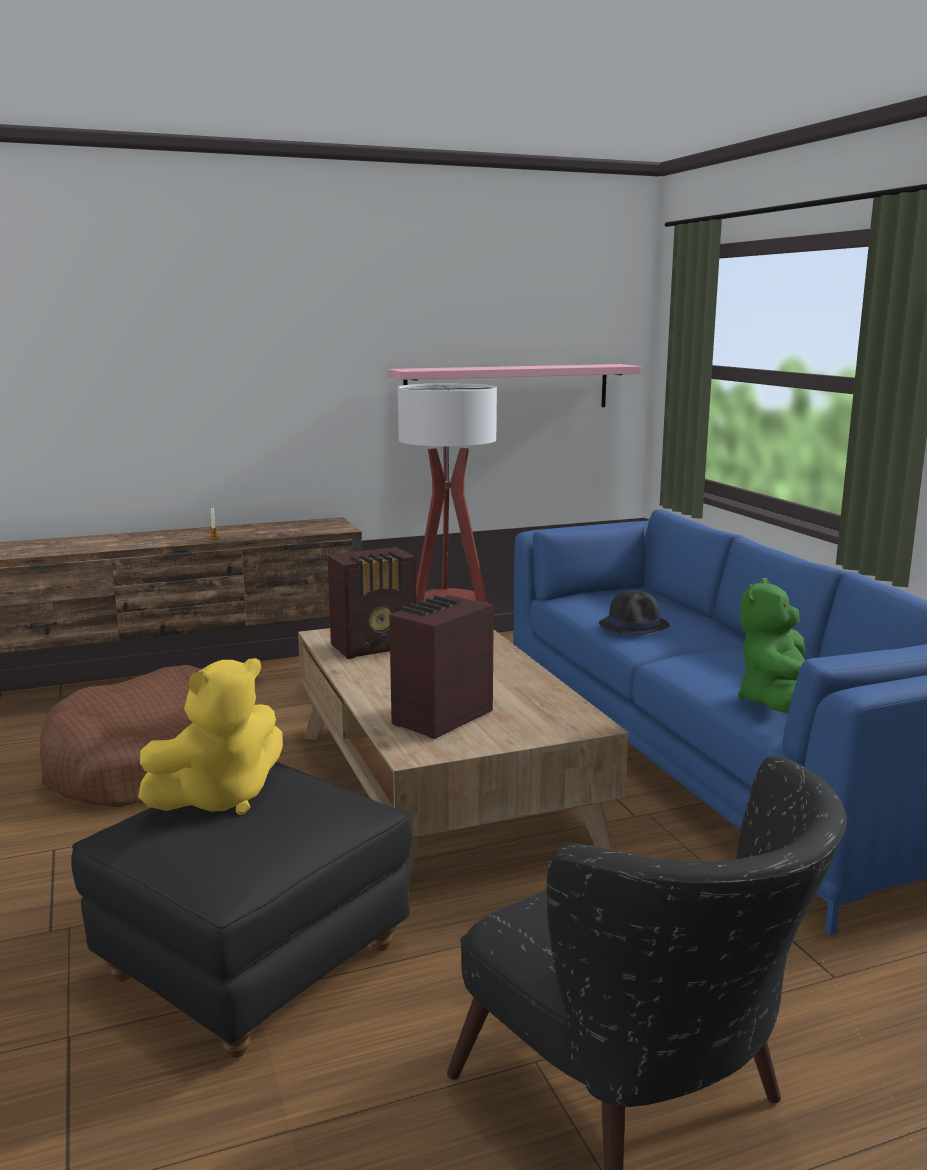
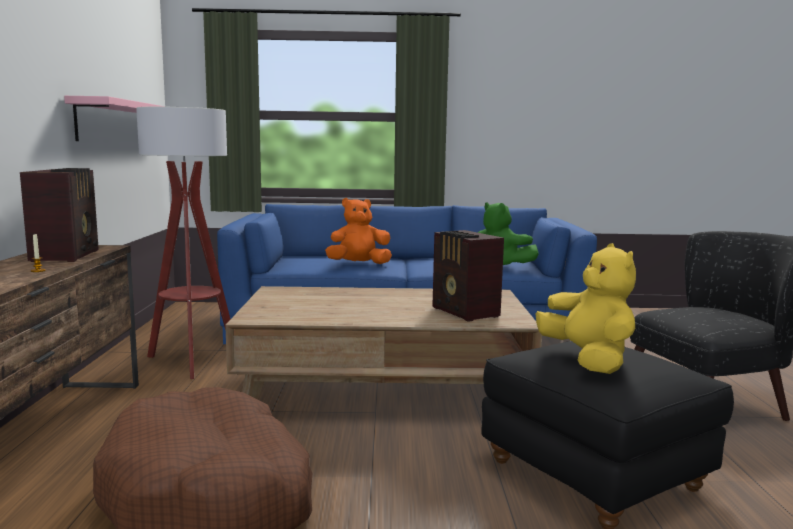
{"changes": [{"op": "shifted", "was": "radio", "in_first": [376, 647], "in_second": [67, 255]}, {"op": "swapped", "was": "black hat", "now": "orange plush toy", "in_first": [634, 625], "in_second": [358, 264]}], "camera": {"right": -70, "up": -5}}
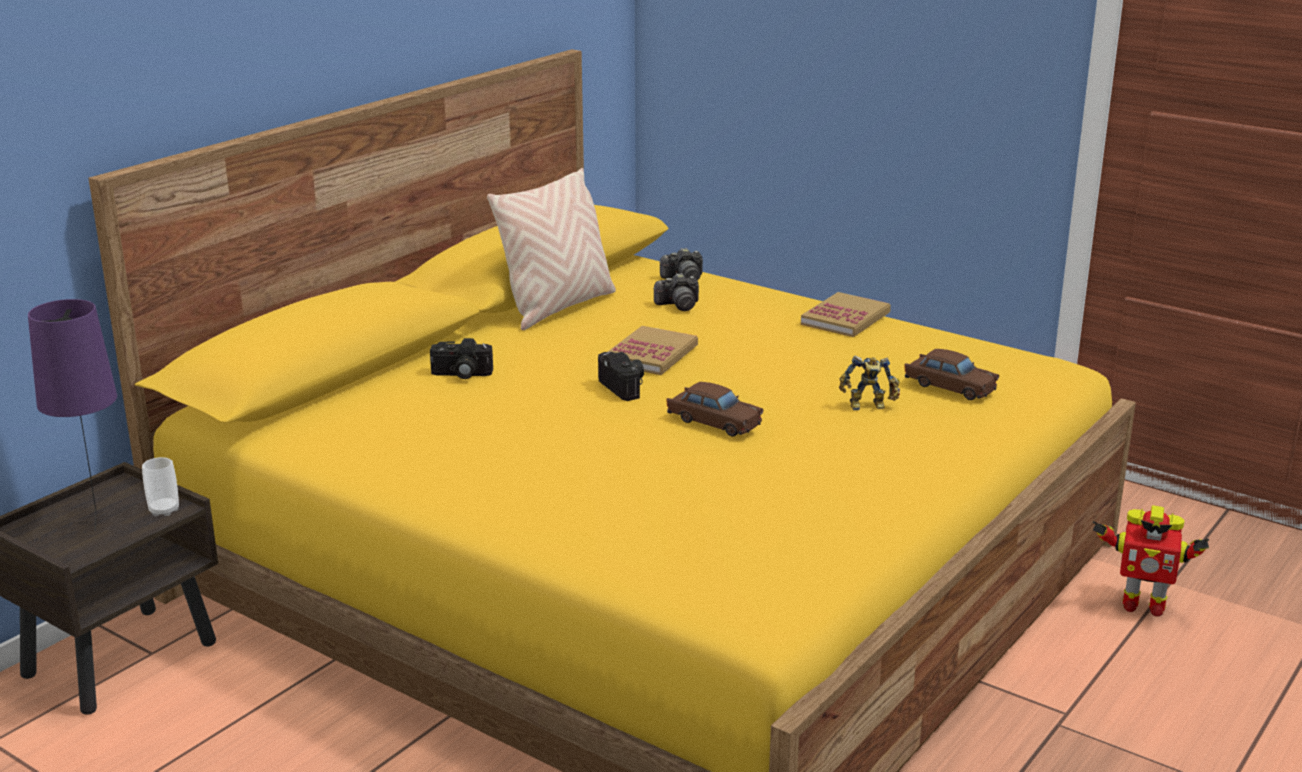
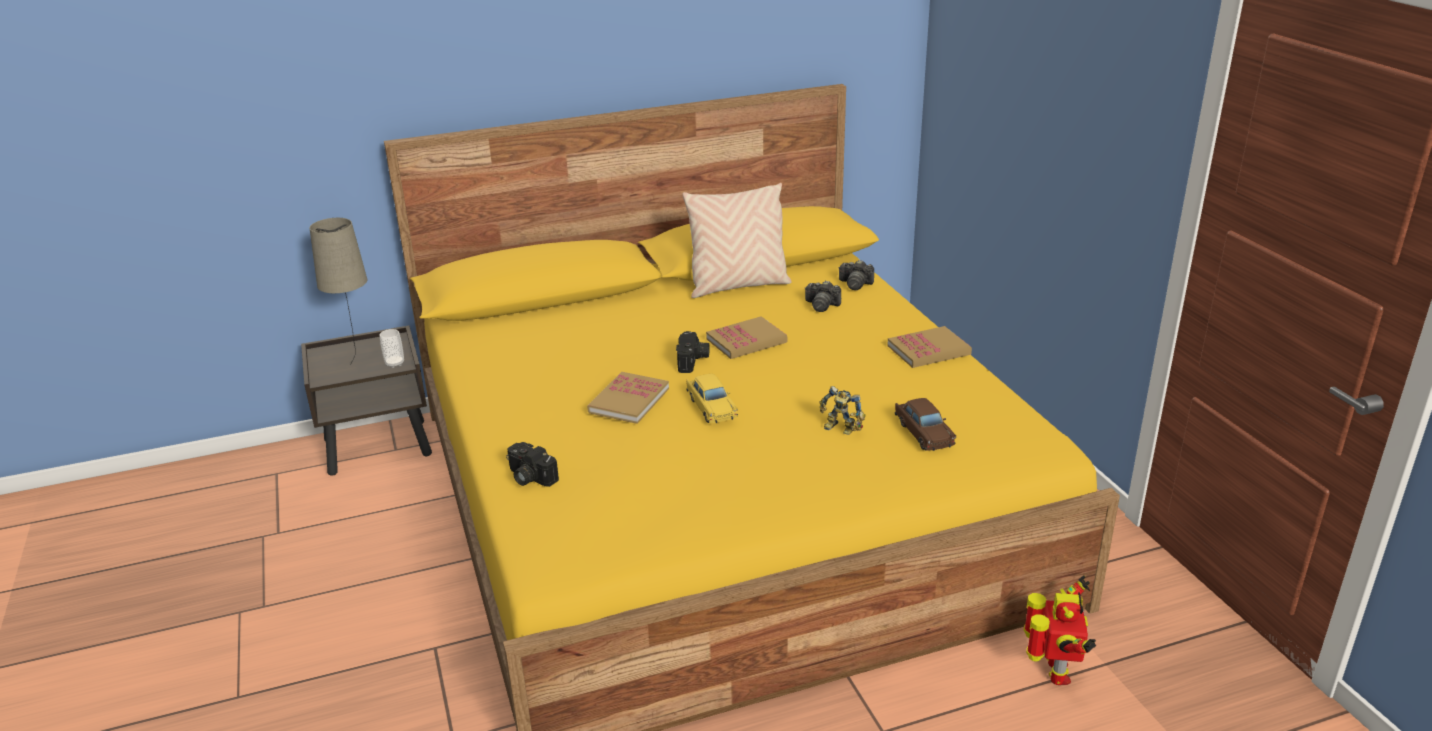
{"changes": [{"op": "repainted", "was": "purple table lamp", "now": "beige table lamp", "in_first": [97, 521], "in_second": [358, 359]}, {"op": "shifted", "was": "photo camera", "in_first": [461, 374], "in_second": [529, 477]}, {"op": "new", "now": "book", "in_second": [629, 400]}, {"op": "repainted", "was": "brown toy car", "now": "yellow toy car", "in_first": [714, 421], "in_second": [711, 407]}, {"op": "rotated", "was": "toy robot", "in_first": [1141, 605], "in_second": [1054, 673], "clockwise": -135}], "camera": {"right": 35, "up": 5}}
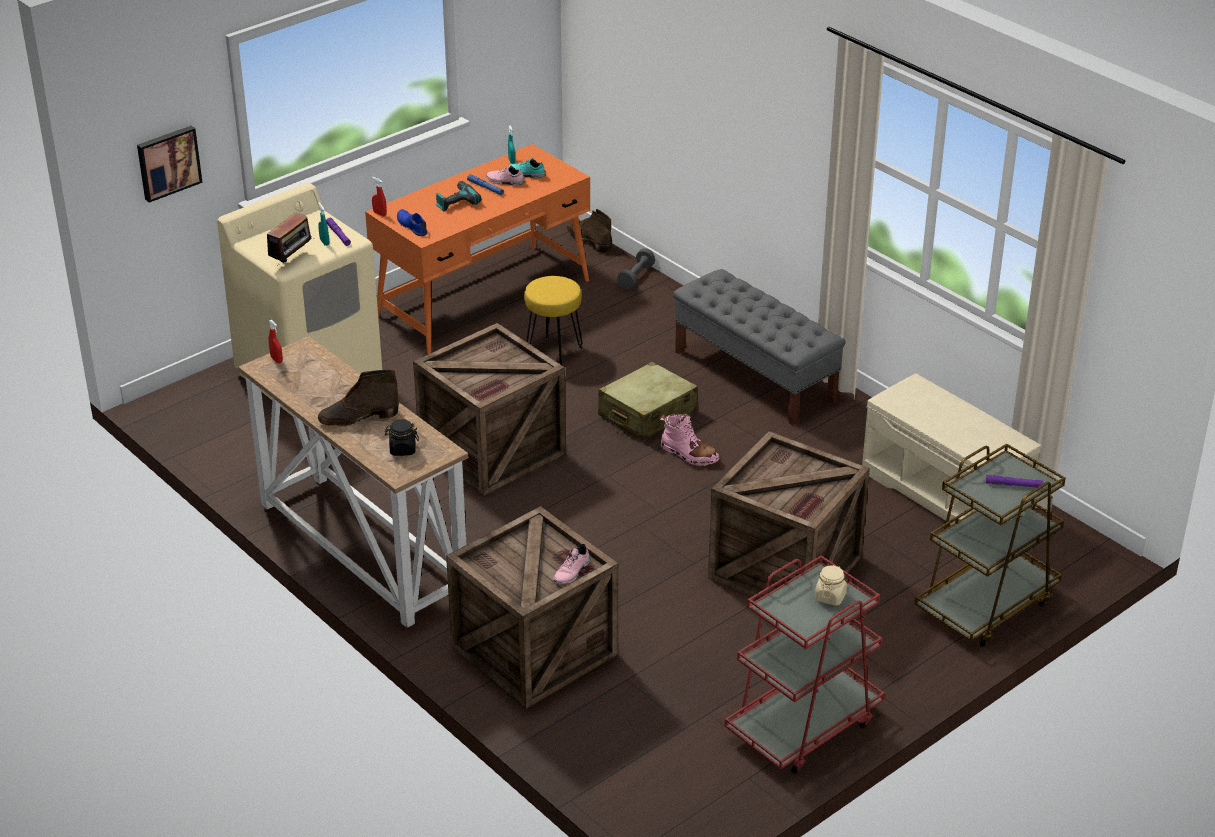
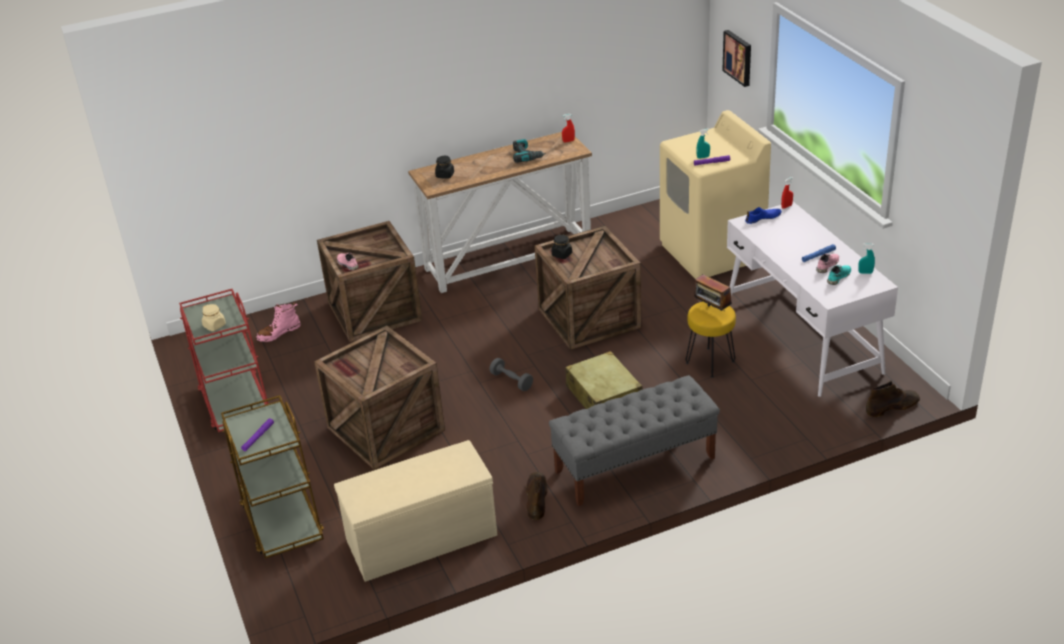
{"changes": [{"op": "shifted", "was": "pink boot", "in_first": [689, 454], "in_second": [279, 333]}, {"op": "shifted", "was": "grey dumbbell", "in_first": [636, 277], "in_second": [511, 381]}, {"op": "shifted", "was": "power drill", "in_first": [455, 201], "in_second": [526, 155]}, {"op": "shifted", "was": "brown boot", "in_first": [358, 417], "in_second": [536, 498]}, {"op": "new", "now": "black jar", "in_second": [562, 254]}, {"op": "shifted", "was": "radio", "in_first": [292, 259], "in_second": [712, 310]}, {"op": "repainted", "was": "orange desk", "now": "white desk", "in_first": [484, 298], "in_second": [802, 337]}], "camera": {"right": 110, "up": 0}}
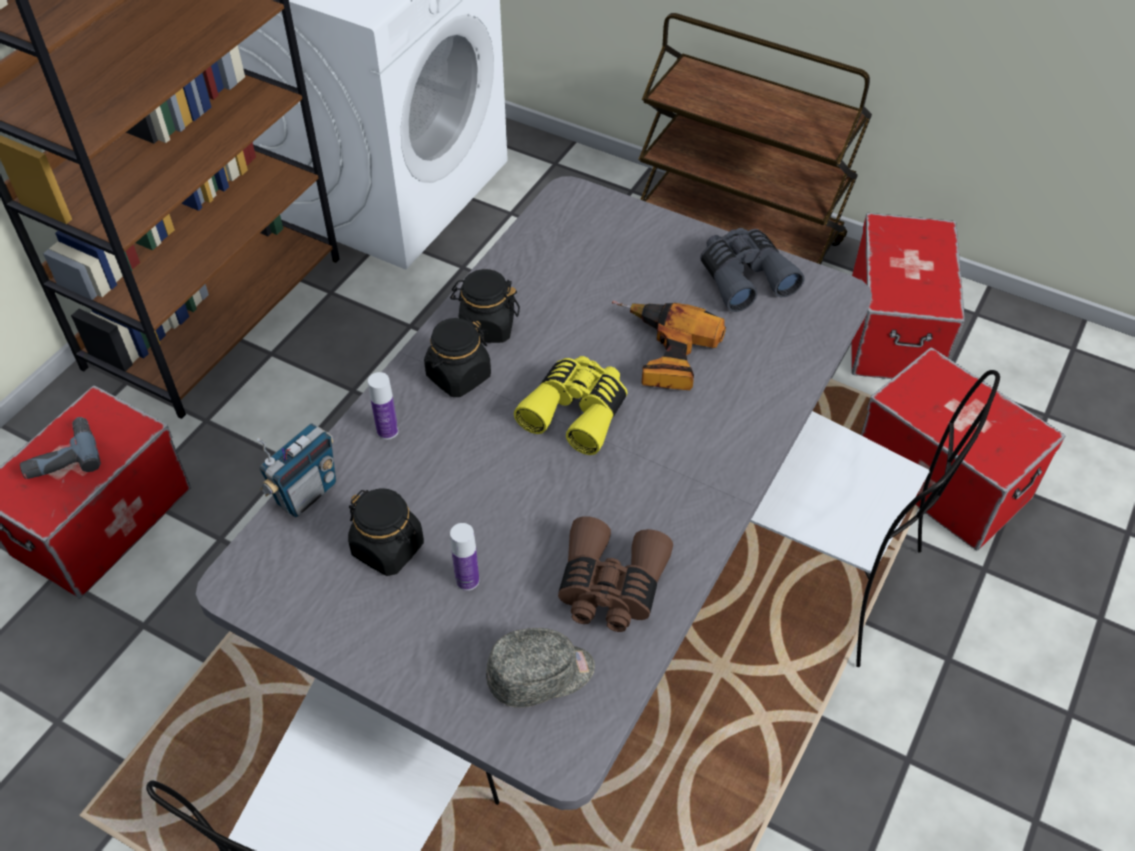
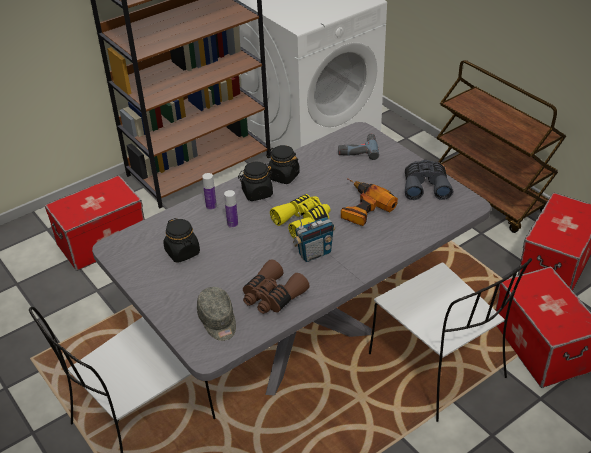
{"changes": [{"op": "rotated", "was": "grey cap", "in_first": [541, 675], "in_second": [218, 321], "clockwise": 60}, {"op": "shifted", "was": "bottle", "in_first": [467, 580], "in_second": [232, 224]}, {"op": "shifted", "was": "radio", "in_first": [306, 494], "in_second": [314, 253]}, {"op": "shifted", "was": "power drill", "in_first": [61, 456], "in_second": [357, 150]}], "camera": {"right": 25, "up": -10}}
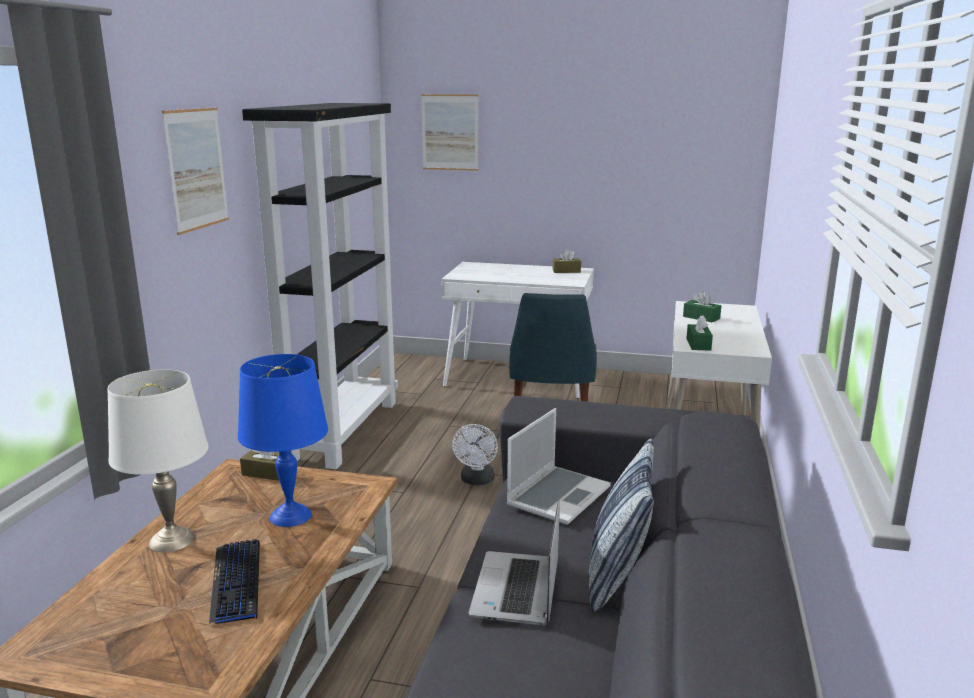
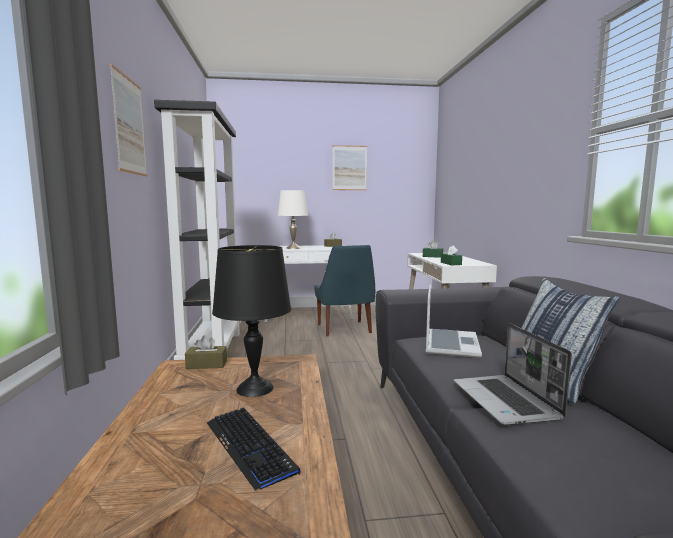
{"changes": [{"op": "repainted", "was": "blue table lamp", "now": "black table lamp", "in_first": [290, 516], "in_second": [254, 388]}, {"op": "shifted", "was": "white table lamp", "in_first": [172, 539], "in_second": [293, 248]}, {"op": "shifted", "was": "picture", "in_first": [450, 132], "in_second": [349, 168]}, {"op": "gone", "was": "white fan", "in_first": [477, 481]}], "camera": {"right": -20, "up": -10}}
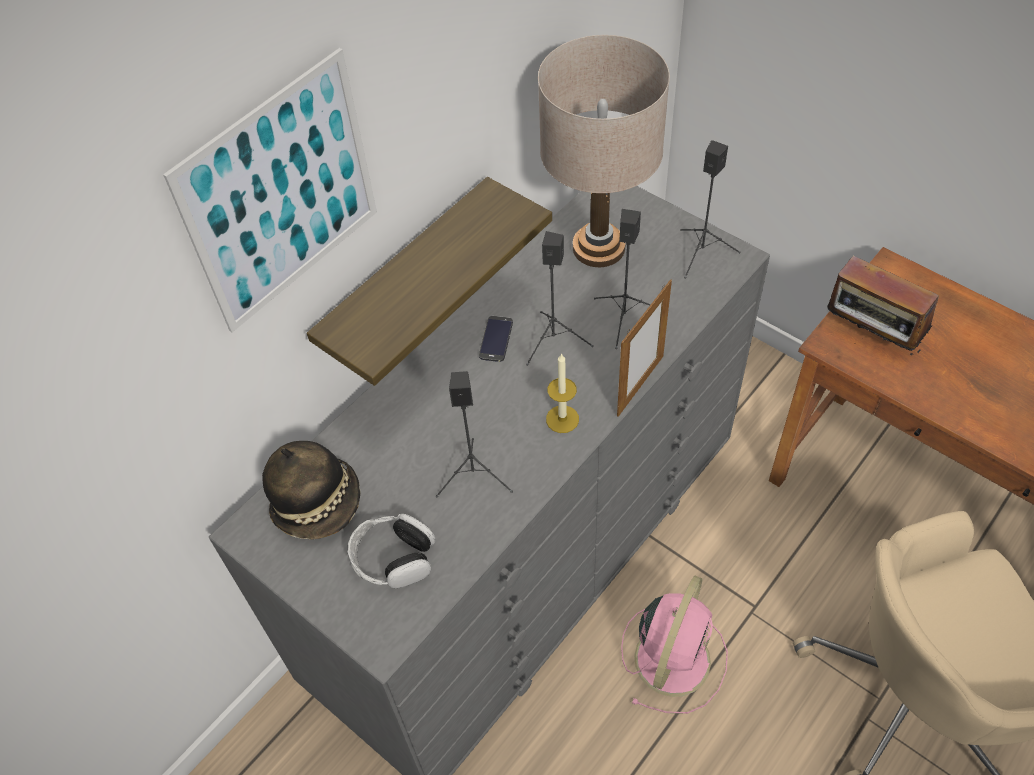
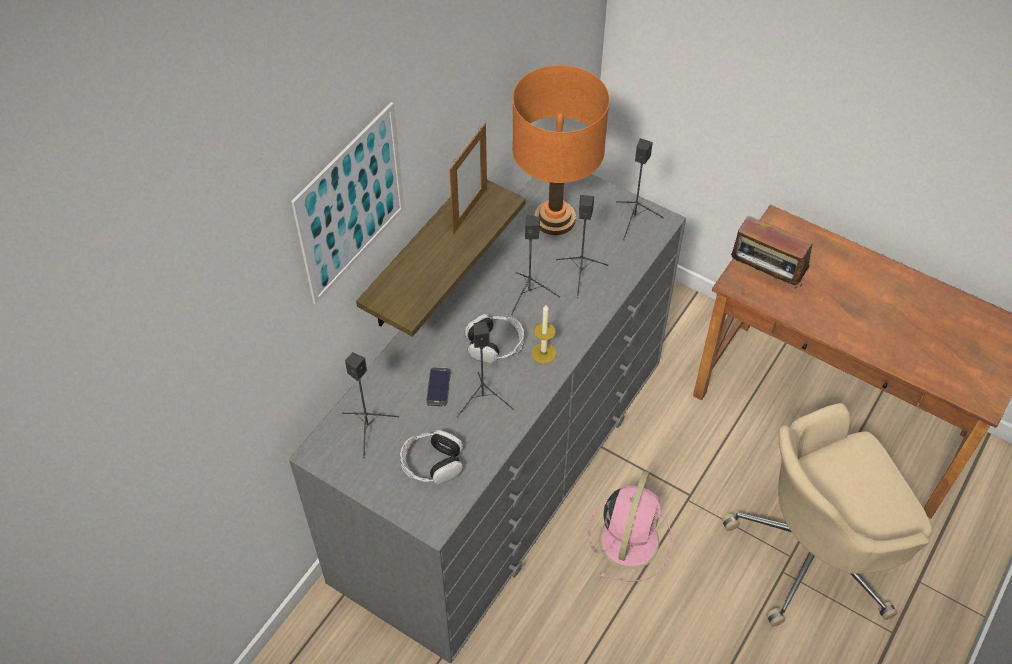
{"changes": [{"op": "swapped", "was": "hat", "now": "black speaker", "in_first": [318, 503], "in_second": [368, 428]}, {"op": "shifted", "was": "phone", "in_first": [496, 339], "in_second": [438, 387]}, {"op": "shifted", "was": "picture frame", "in_first": [640, 385], "in_second": [470, 210]}, {"op": "new", "now": "headphones", "in_second": [495, 344]}, {"op": "repainted", "was": "beige table lamp", "now": "orange table lamp", "in_first": [598, 248], "in_second": [554, 219]}], "camera": {"right": -10, "up": 0}}
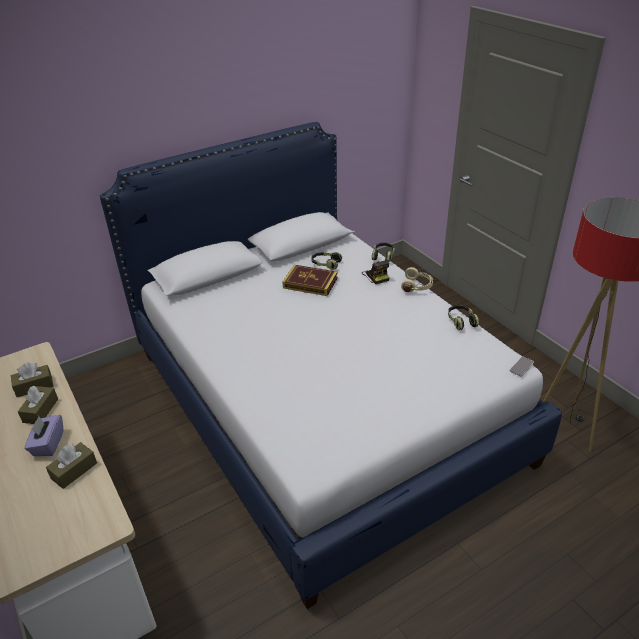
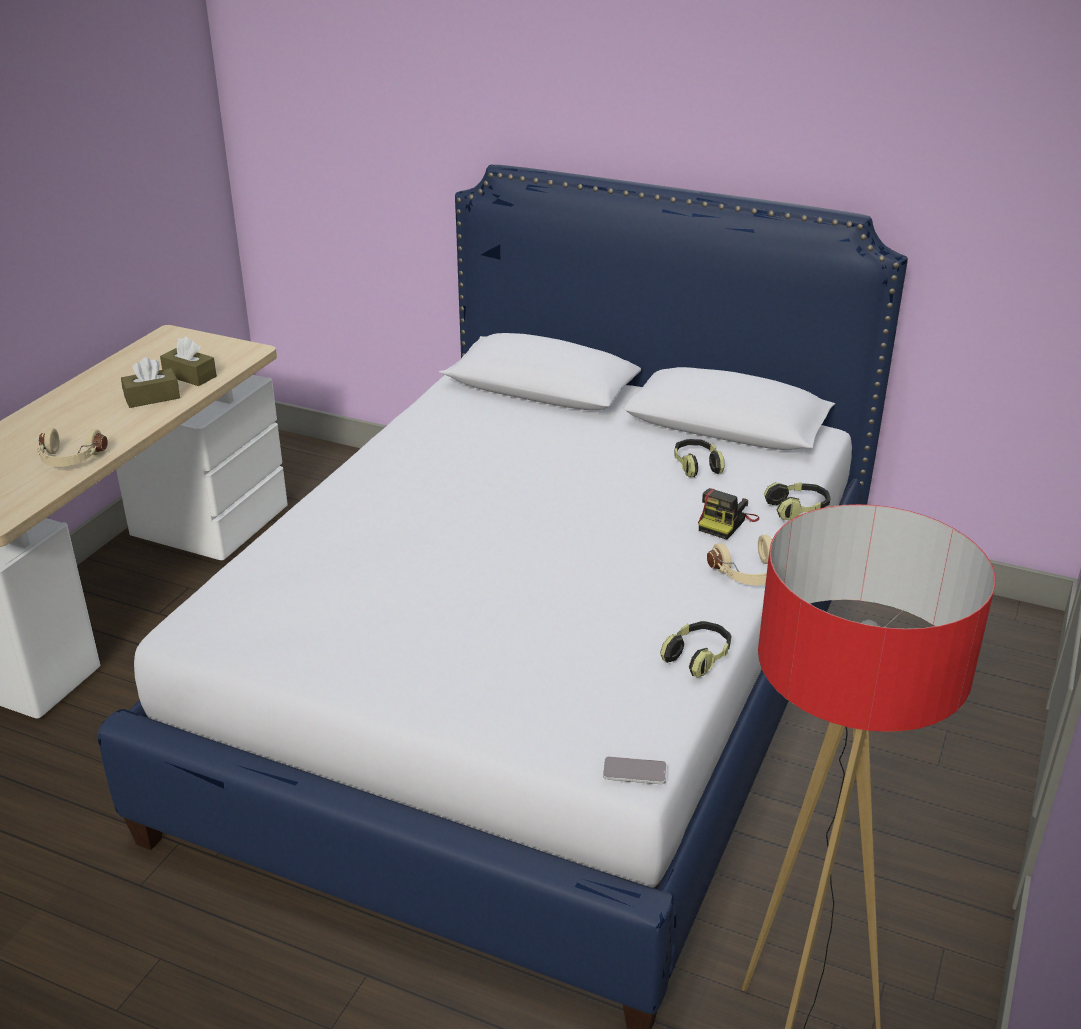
{"changes": [{"op": "swapped", "was": "brown tissue box", "now": "beige headphones", "in_first": [74, 471], "in_second": [70, 459]}, {"op": "gone", "was": "purple tissue box", "in_first": [48, 444]}, {"op": "gone", "was": "book", "in_first": [310, 283]}], "camera": {"right": 55, "up": -5}}
